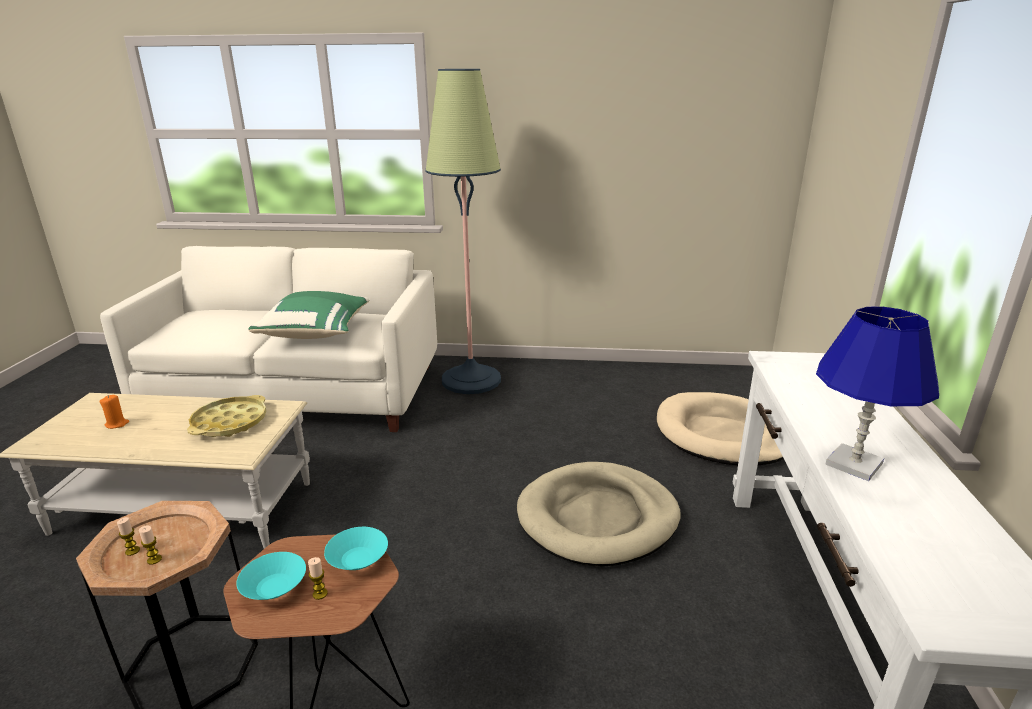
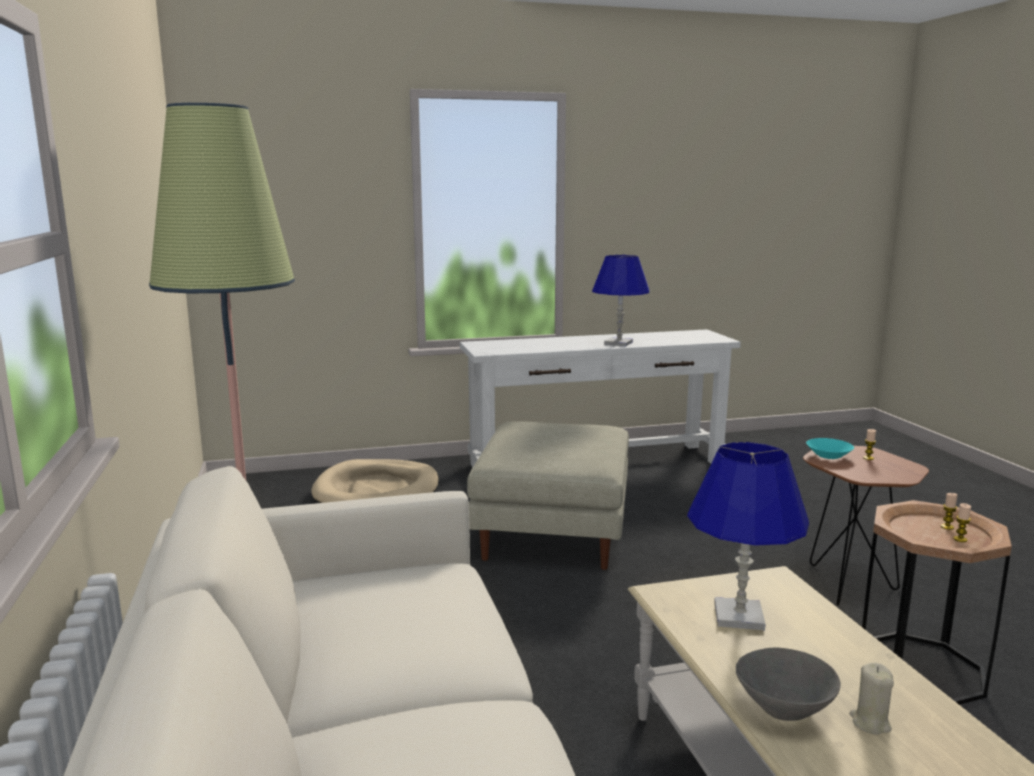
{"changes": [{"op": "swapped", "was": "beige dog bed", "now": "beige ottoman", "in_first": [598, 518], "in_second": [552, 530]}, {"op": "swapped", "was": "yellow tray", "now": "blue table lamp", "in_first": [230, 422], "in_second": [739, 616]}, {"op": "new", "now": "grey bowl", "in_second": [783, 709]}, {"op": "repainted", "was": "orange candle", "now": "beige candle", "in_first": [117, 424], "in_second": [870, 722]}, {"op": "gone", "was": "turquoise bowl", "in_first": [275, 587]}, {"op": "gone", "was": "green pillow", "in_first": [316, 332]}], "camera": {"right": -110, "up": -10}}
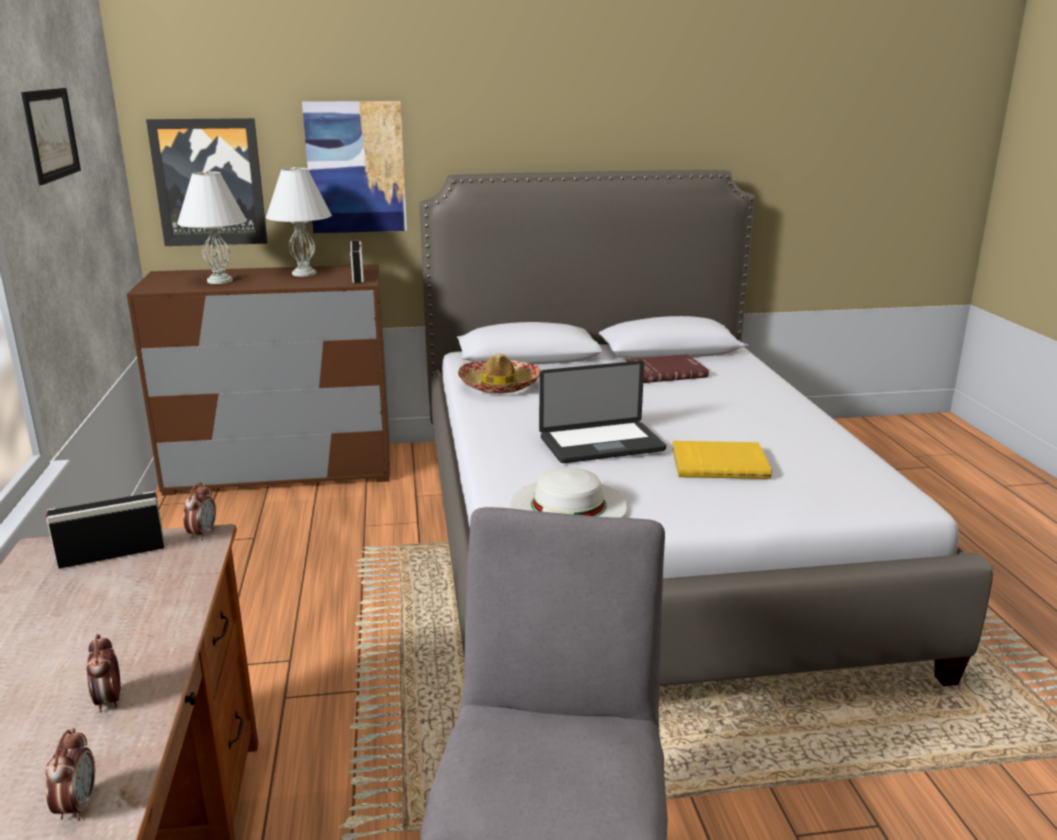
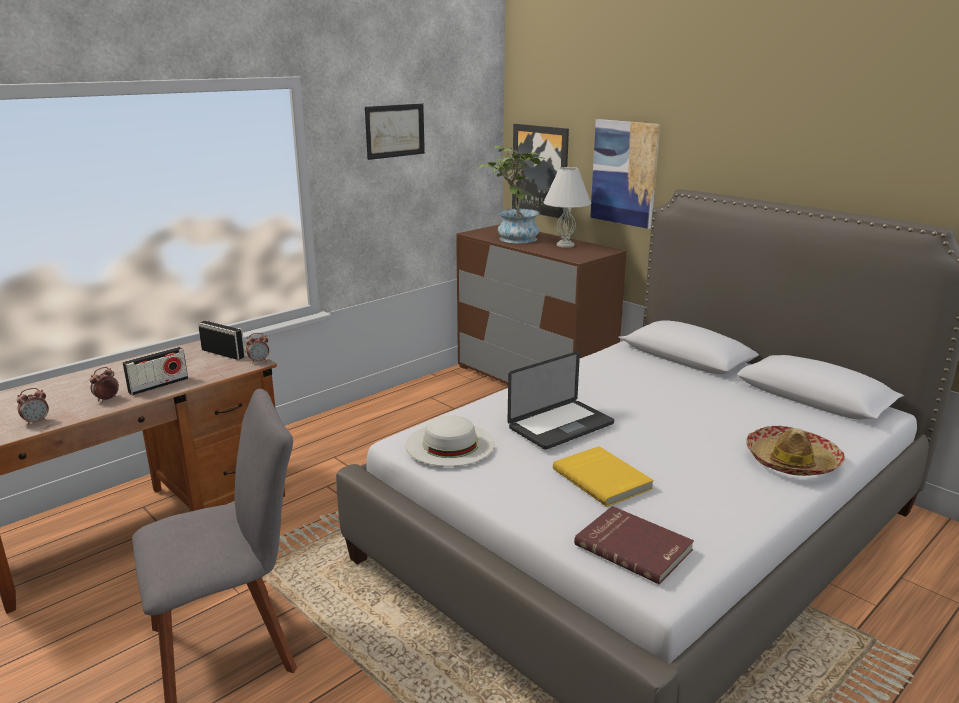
{"changes": [{"op": "shifted", "was": "radio", "in_first": [357, 277], "in_second": [158, 385]}, {"op": "swapped", "was": "white table lamp", "now": "potted plant", "in_first": [219, 281], "in_second": [513, 237]}, {"op": "rotated", "was": "laptop", "in_first": [601, 444], "in_second": [561, 426], "clockwise": -75}, {"op": "shifted", "was": "red book", "in_first": [665, 371], "in_second": [634, 546]}, {"op": "shifted", "was": "hat", "in_first": [499, 385], "in_second": [792, 461]}], "camera": {"right": 55, "up": 0}}
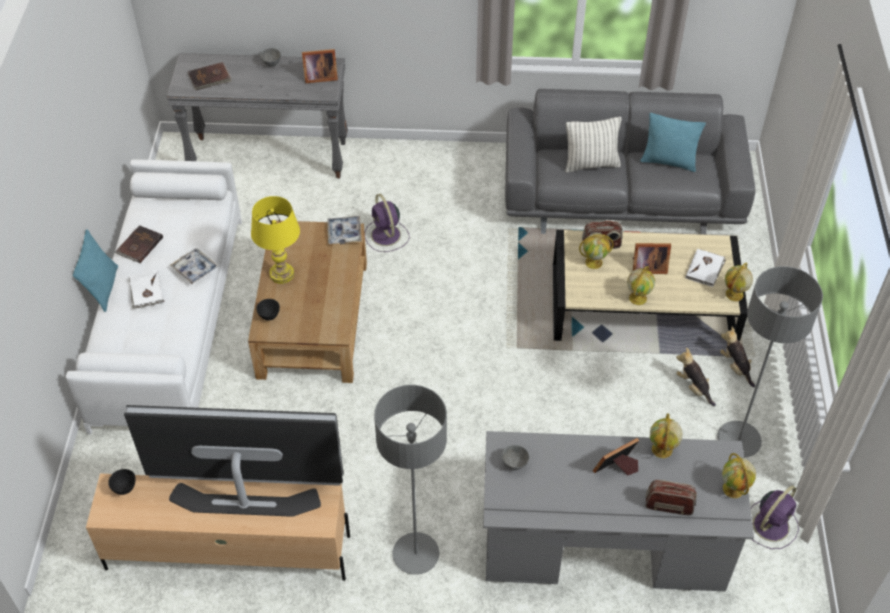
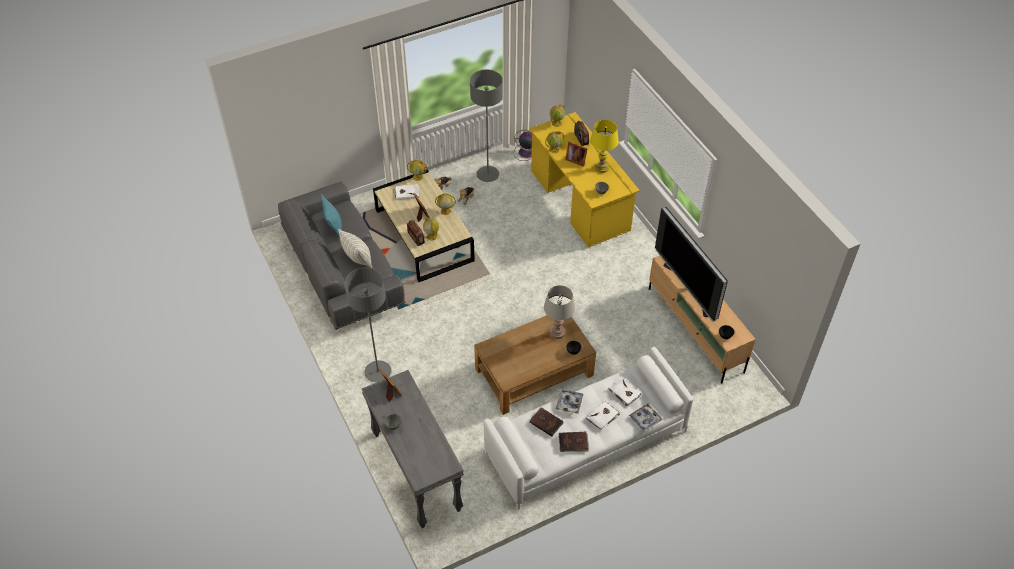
{"changes": [{"op": "shifted", "was": "grey floor lamp", "in_first": [416, 554], "in_second": [378, 372]}, {"op": "repainted", "was": "grey desk", "now": "yellow desk", "in_first": [603, 544], "in_second": [580, 200]}, {"op": "shifted", "was": "brown book", "in_first": [210, 78], "in_second": [546, 422]}, {"op": "new", "now": "grey table lamp", "in_second": [557, 332]}, {"op": "shifted", "was": "yellow table lamp", "in_first": [282, 274], "in_second": [601, 168]}, {"op": "new", "now": "white book", "in_second": [624, 392]}, {"op": "shifted", "was": "tray", "in_first": [344, 233], "in_second": [645, 419]}, {"op": "gone", "was": "turquoise pillow", "in_first": [103, 288]}, {"op": "gone", "was": "purple fan", "in_first": [386, 236]}], "camera": {"right": -120, "up": 0}}
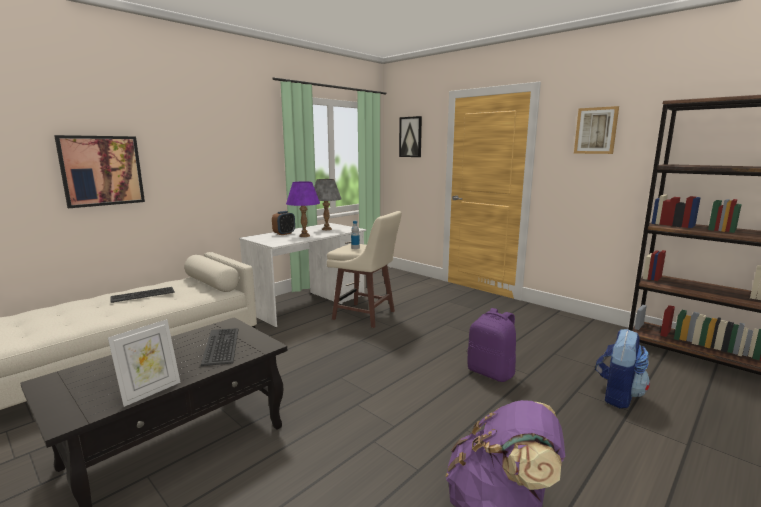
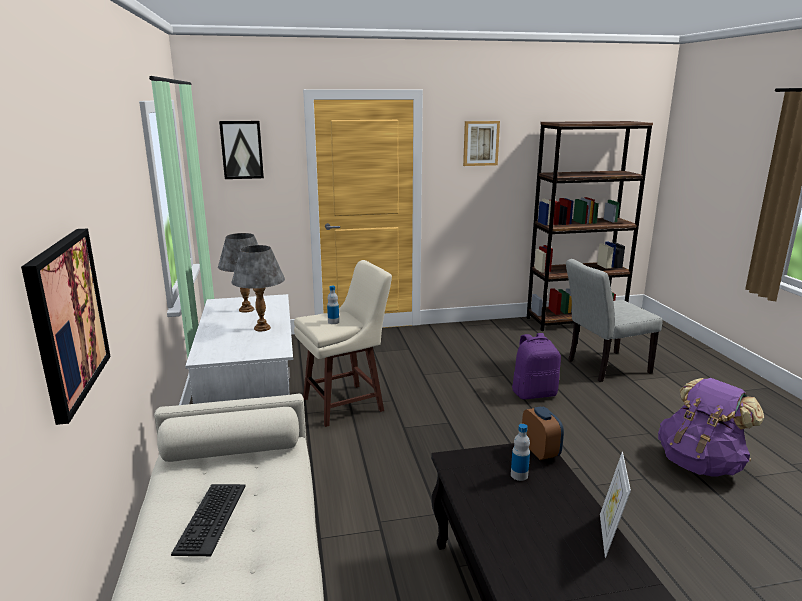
{"changes": [{"op": "repainted", "was": "purple table lamp", "now": "grey table lamp", "in_first": [304, 236], "in_second": [262, 328]}, {"op": "swapped", "was": "keyboard", "now": "bottle", "in_first": [222, 346], "in_second": [519, 475]}, {"op": "shifted", "was": "alarm clock", "in_first": [284, 233], "in_second": [540, 451]}, {"op": "swapped", "was": "backpack", "now": "grey chair", "in_first": [617, 395], "in_second": [603, 367]}, {"op": "rotated", "was": "picture frame", "in_first": [150, 392], "in_second": [609, 536], "clockwise": -150}], "camera": {"right": -55, "up": 5}}
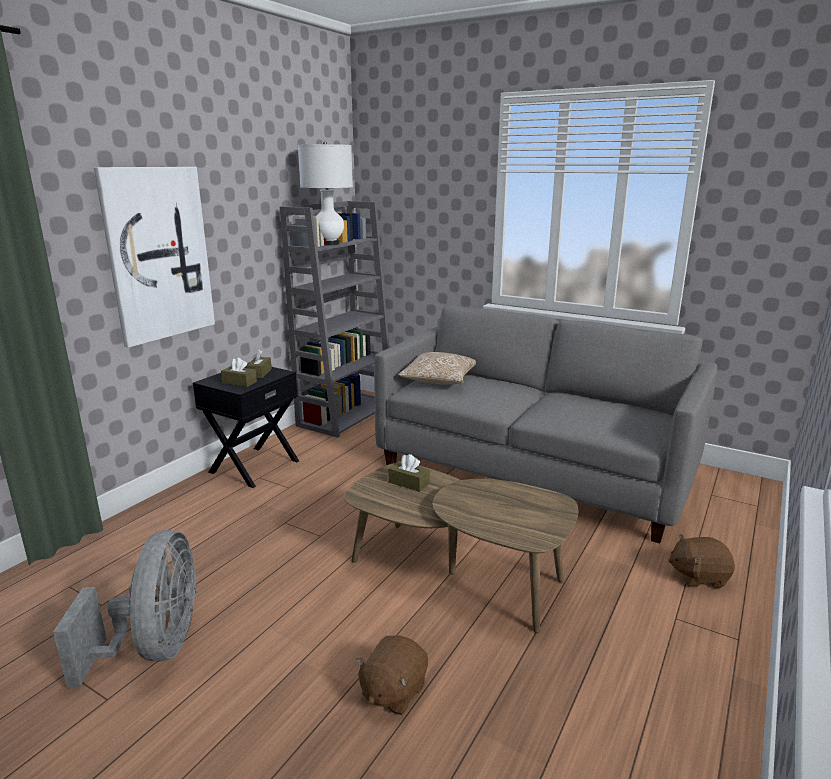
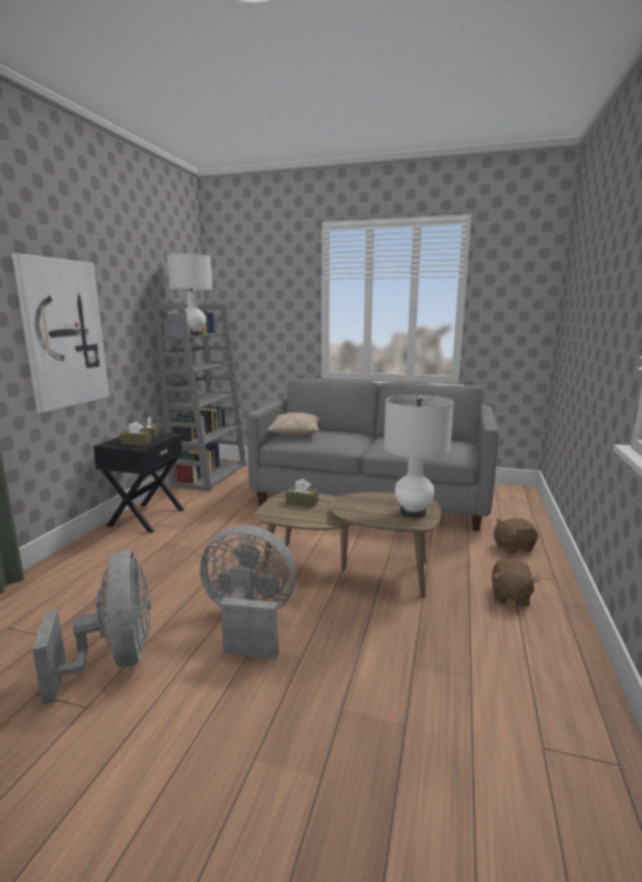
{"changes": [{"op": "new", "now": "grey fan", "in_second": [249, 622]}, {"op": "new", "now": "white table lamp", "in_second": [412, 512]}, {"op": "shifted", "was": "brown plush toy", "in_first": [393, 691], "in_second": [509, 596]}], "camera": {"right": -15, "up": -5}}
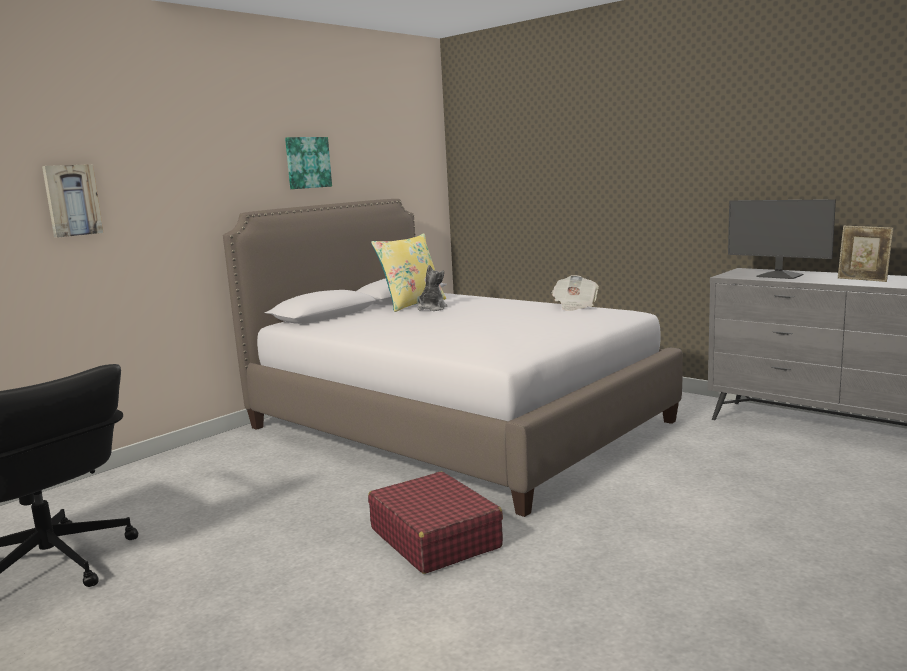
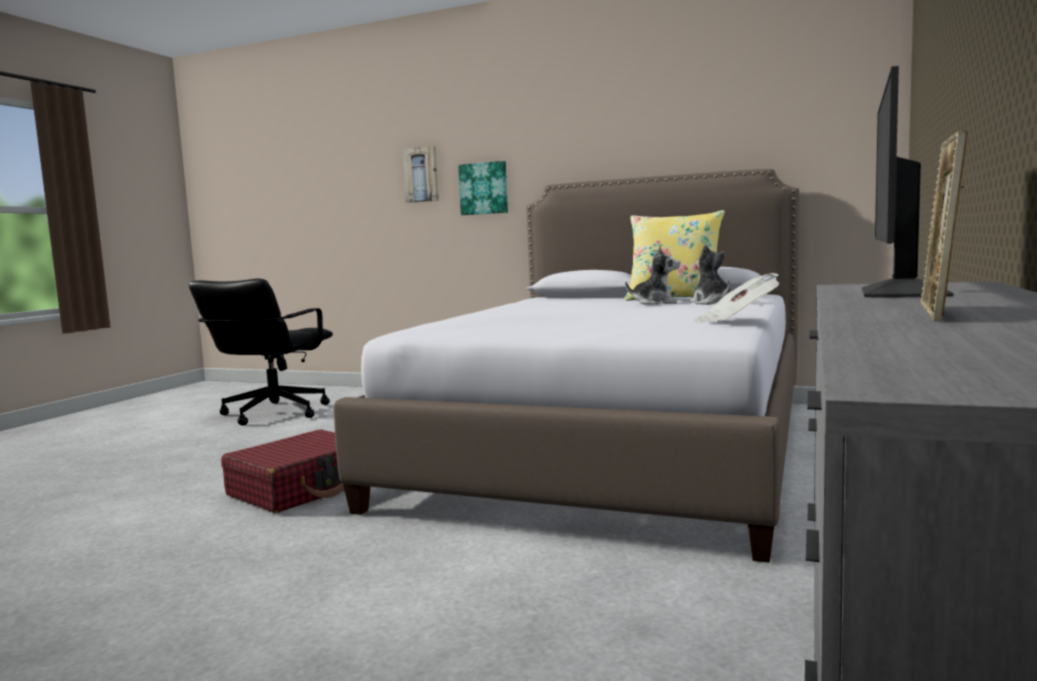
{"changes": [{"op": "shifted", "was": "picture", "in_first": [307, 162], "in_second": [484, 188]}, {"op": "new", "now": "plush toy", "in_second": [711, 303]}], "camera": {"right": 70, "up": -5}}
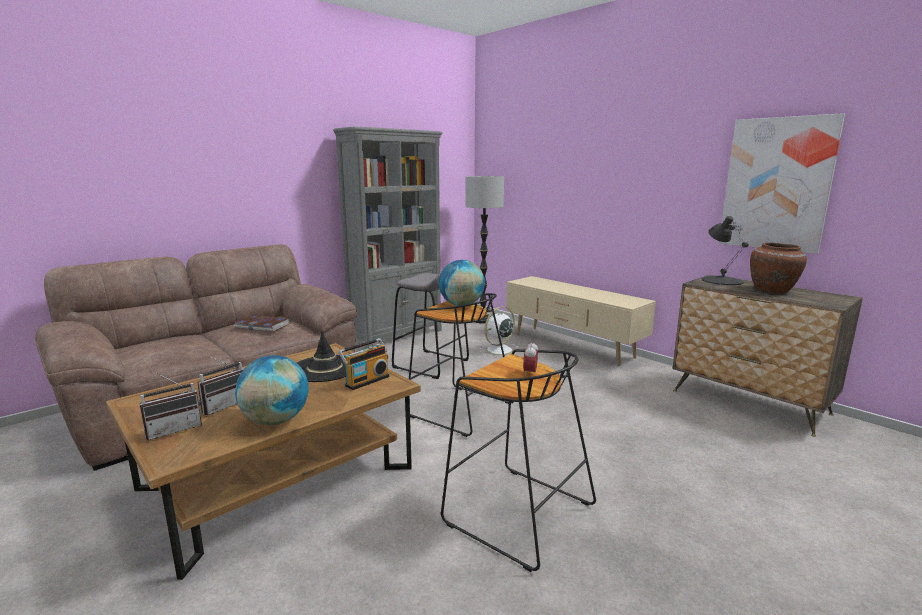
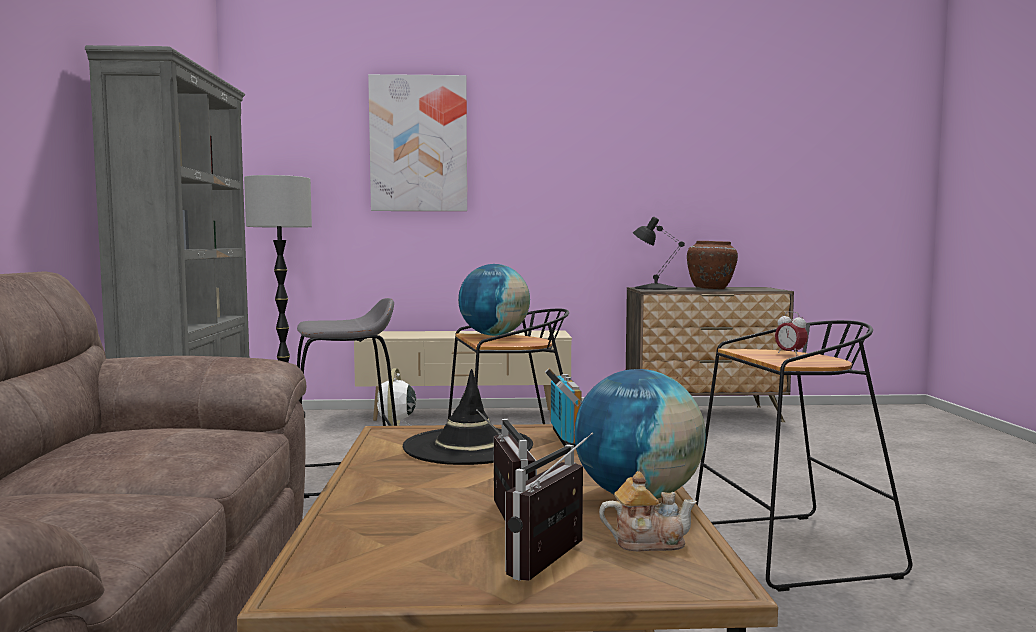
{"changes": [{"op": "shifted", "was": "picture", "in_first": [777, 184], "in_second": [418, 144]}, {"op": "rotated", "was": "radio", "in_first": [174, 429], "in_second": [557, 564], "clockwise": -150}, {"op": "new", "now": "teapot", "in_second": [647, 542]}, {"op": "gone", "was": "book", "in_first": [263, 326]}], "camera": {"right": -50, "up": -10}}
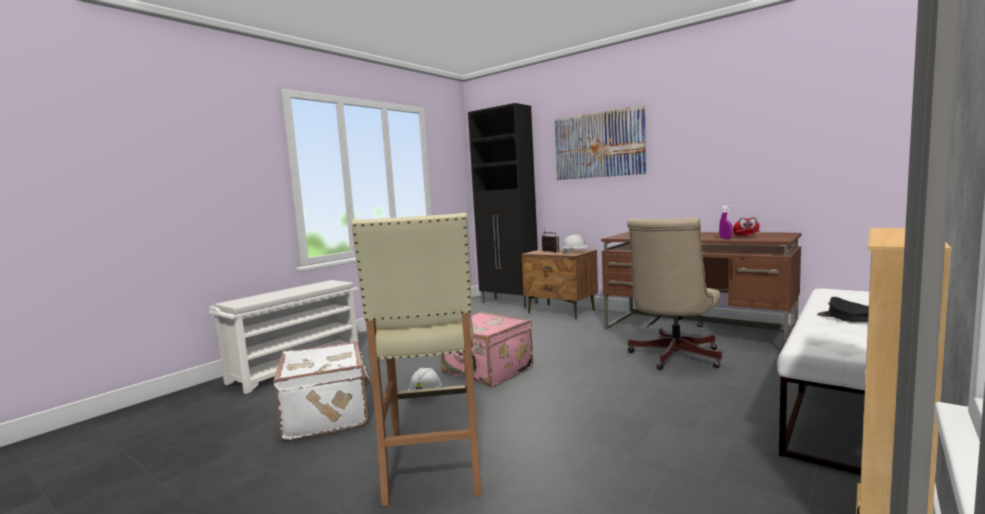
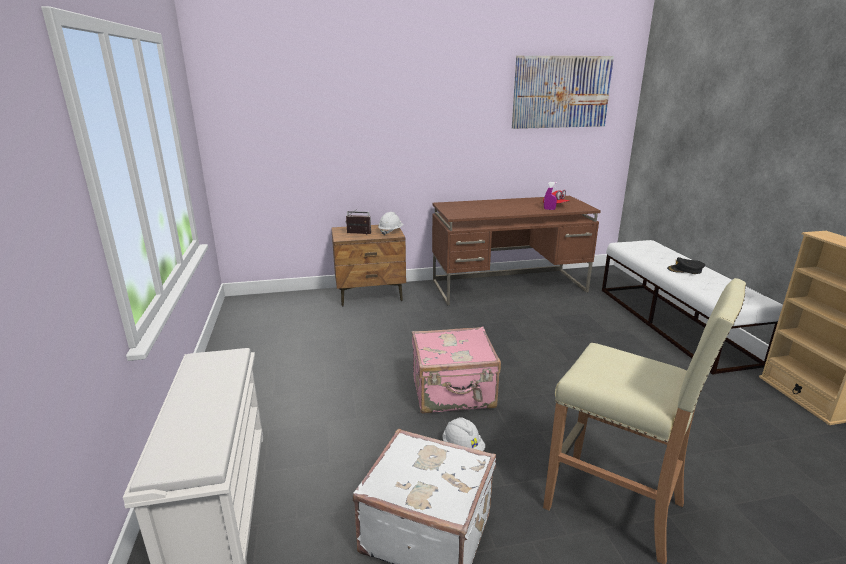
{"changes": [{"op": "shifted", "was": "picture", "in_first": [598, 145], "in_second": [561, 92]}, {"op": "gone", "was": "black cabinet", "in_first": [510, 303]}, {"op": "gone", "was": "beige office chair", "in_first": [672, 357]}], "camera": {"right": -50, "up": 15}}
